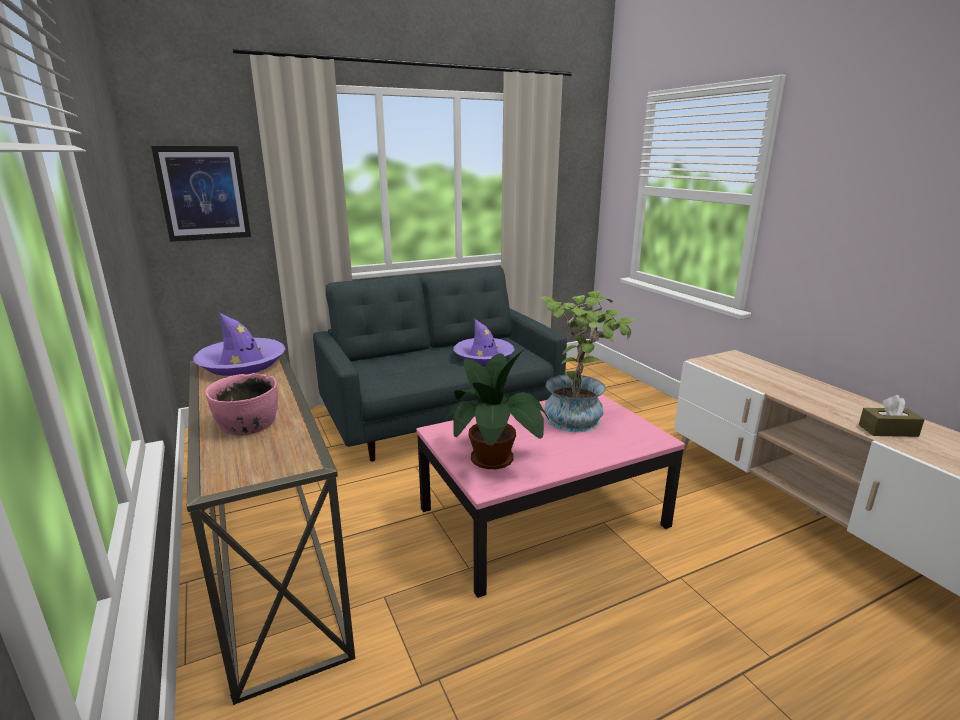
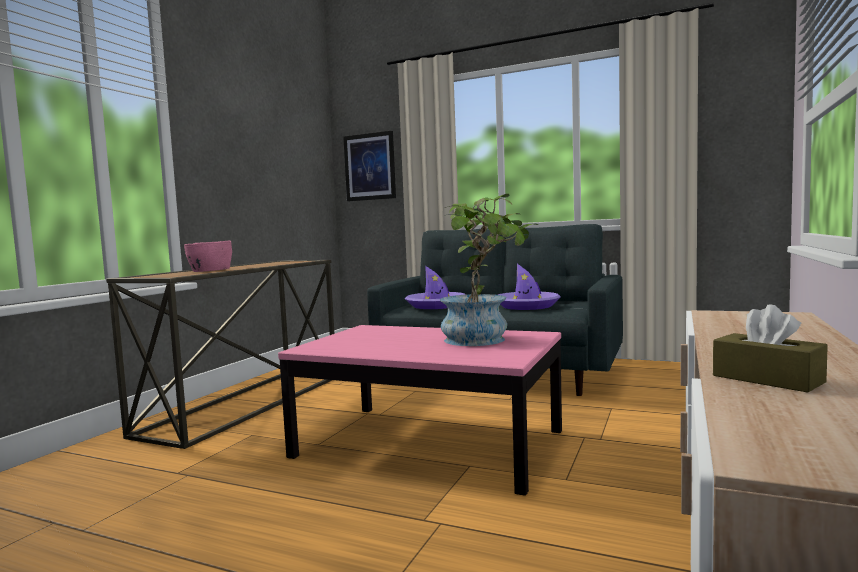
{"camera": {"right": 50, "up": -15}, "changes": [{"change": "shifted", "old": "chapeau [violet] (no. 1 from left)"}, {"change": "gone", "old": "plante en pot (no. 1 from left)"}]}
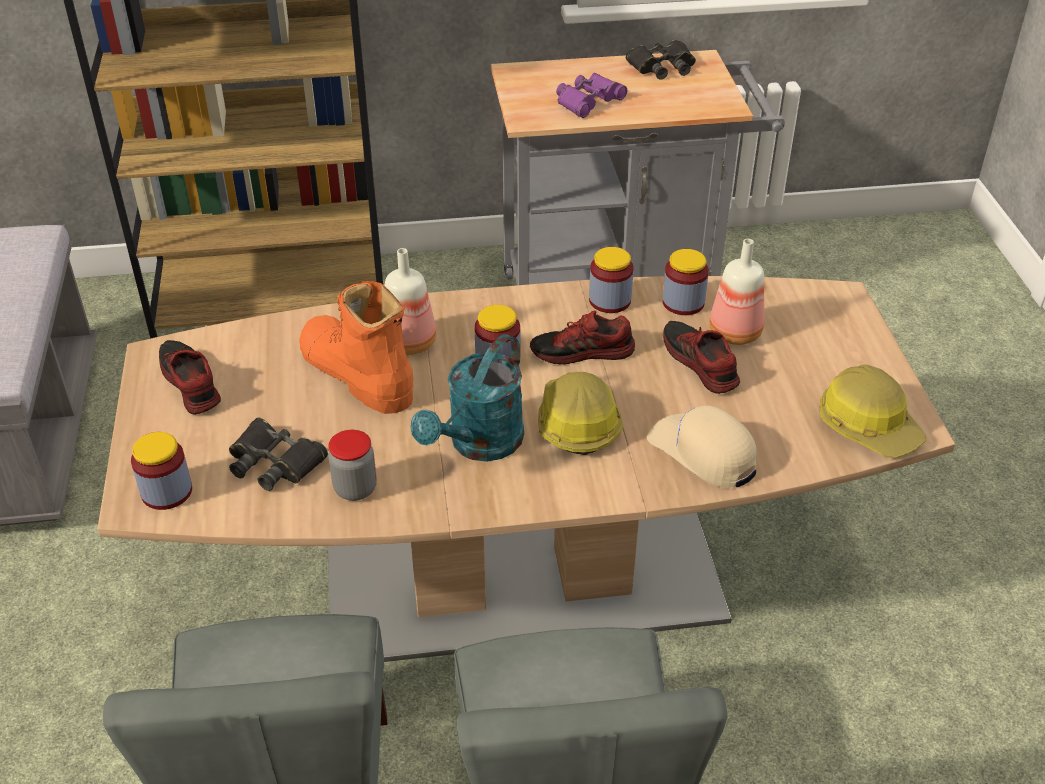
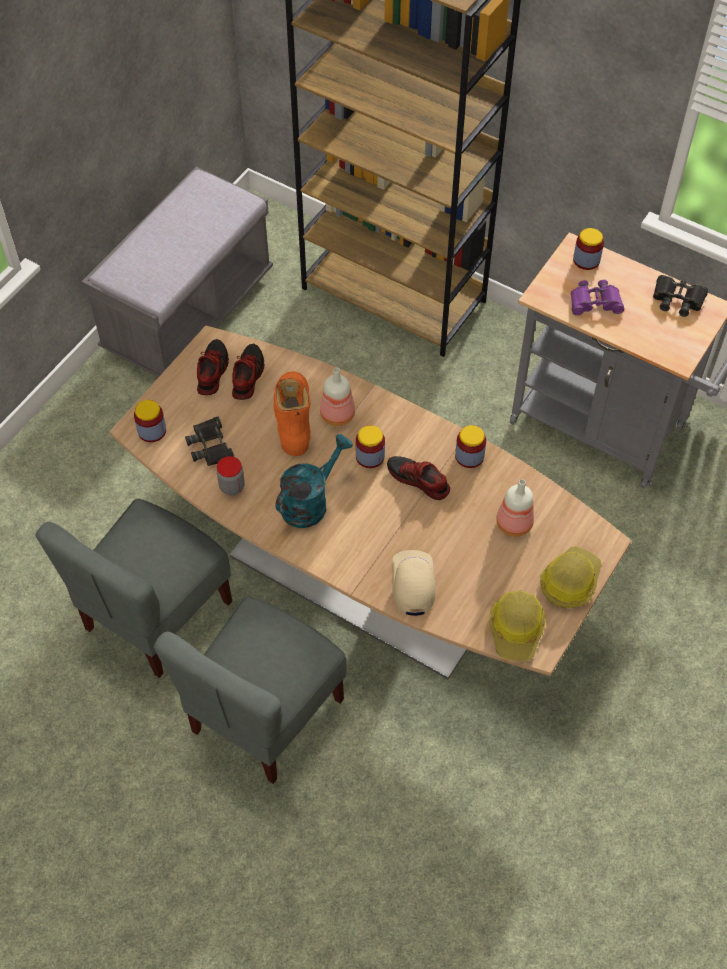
{"camera": {"right": 40, "up": 15}, "changes": [{"change": "shifted", "old": "bocal (no. 5 from left)"}, {"change": "shifted", "old": "chaussure (no. 3 from left in the first image)", "new": "chaussure (no. 2 from left)"}, {"change": "rotated", "old": "arrosoir [turquoise]", "degrees": 150}, {"change": "shifted", "old": "casque de chantier (no. 1 from left in the first image)", "new": "casque de chantier (no. 2 from left)"}]}
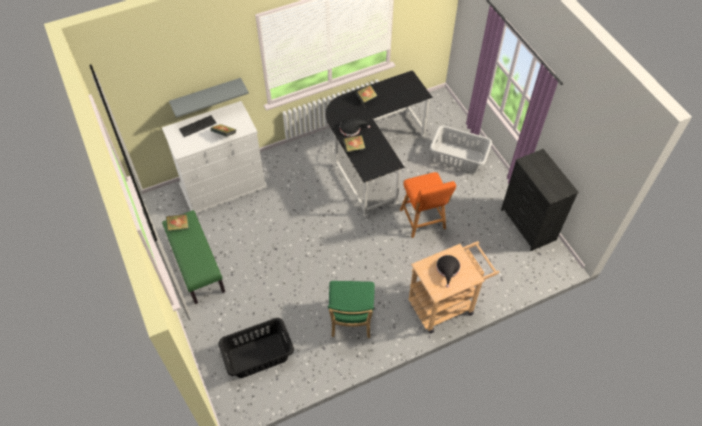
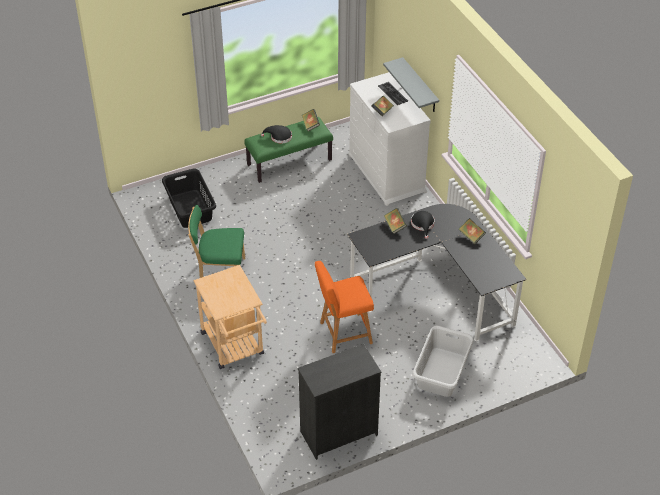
{"camera": {"right": 90, "up": -10}, "changes": [{"change": "shifted", "old": "chapeau [noir] (no. 2 from left in the first image)", "new": "chapeau [noir] (no. 1 from left)"}]}
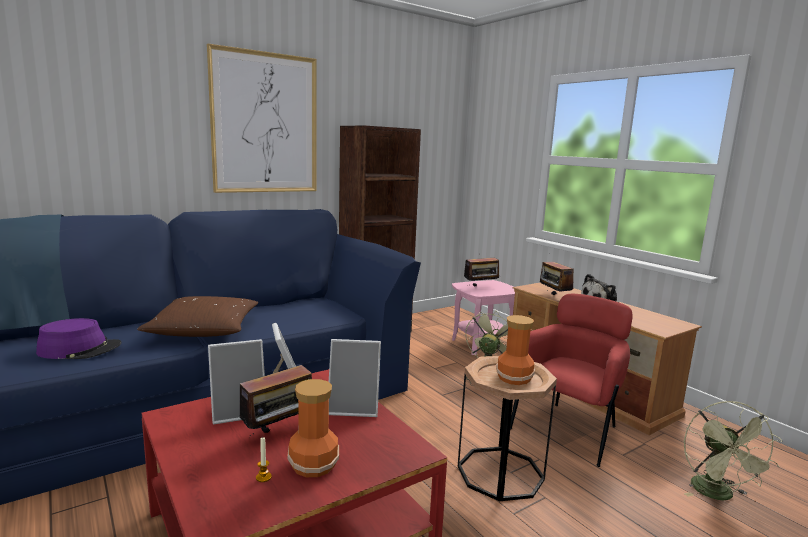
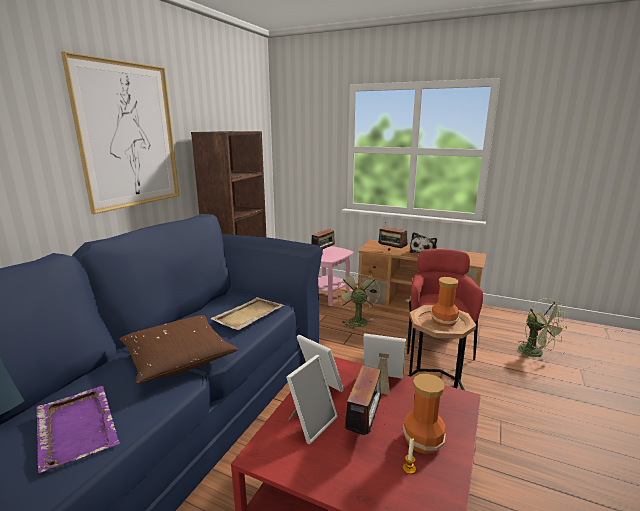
{"camera": {"right": -30, "up": 5}, "changes": [{"change": "swapped", "old": "chapeau [violet]", "new": "plateau [violet]"}, {"change": "rotated", "old": "cadre photo (no. 3 from left)", "degrees": -135}, {"change": "new", "new": "plateau [beige]"}]}
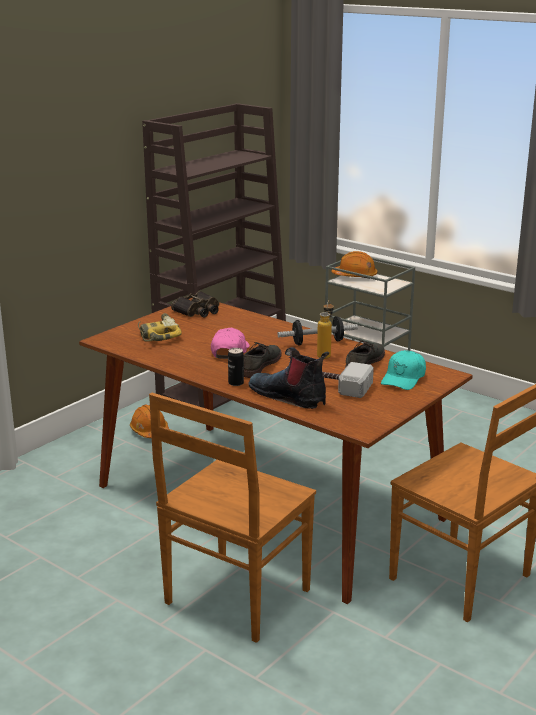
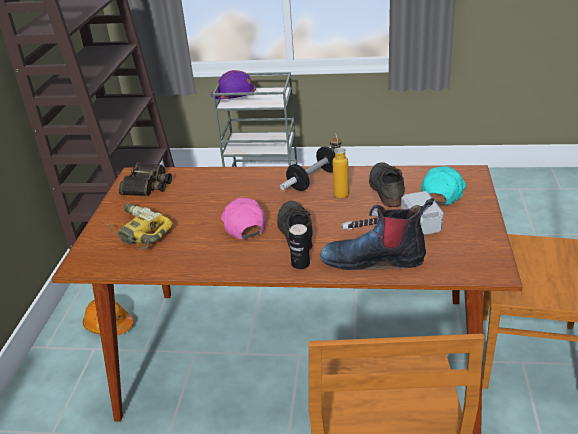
{"camera": {"right": -30, "up": 10}, "changes": [{"change": "repainted", "old": "casque de chantier [orange] (no. 2 from left)", "new": "casque de chantier [violet]"}, {"change": "rotated", "old": "casquette [turquoise]", "degrees": -150}]}
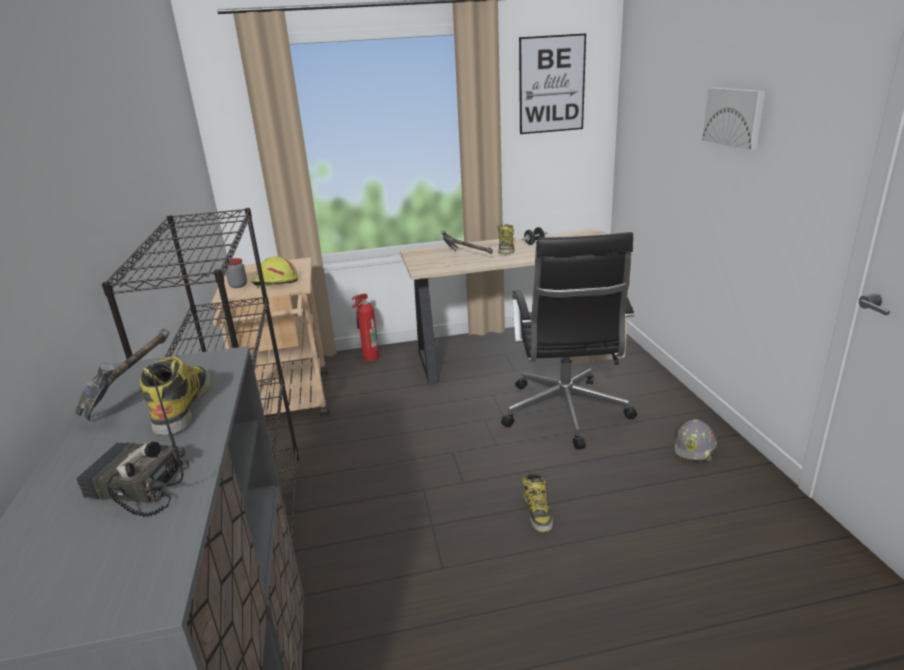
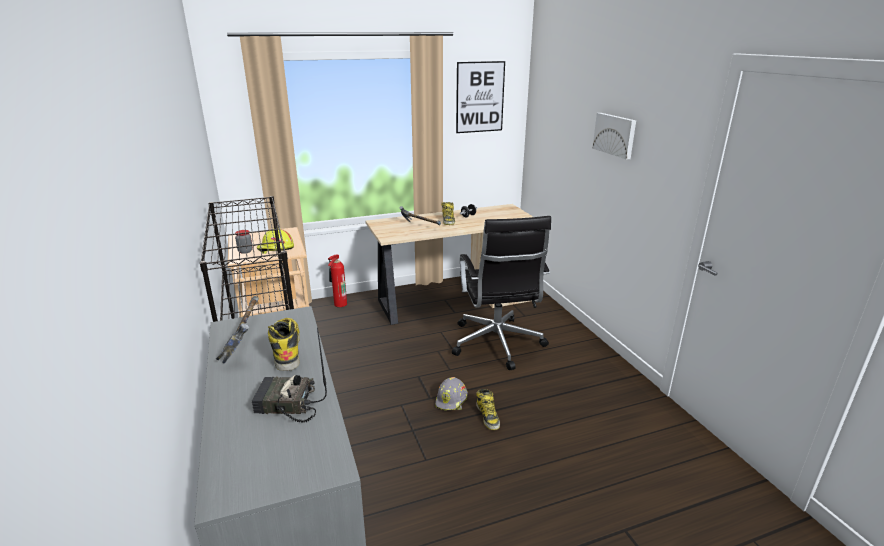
{"camera": {"right": -10, "up": 0}, "changes": [{"change": "shifted", "old": "casque de chantier [gris]"}]}
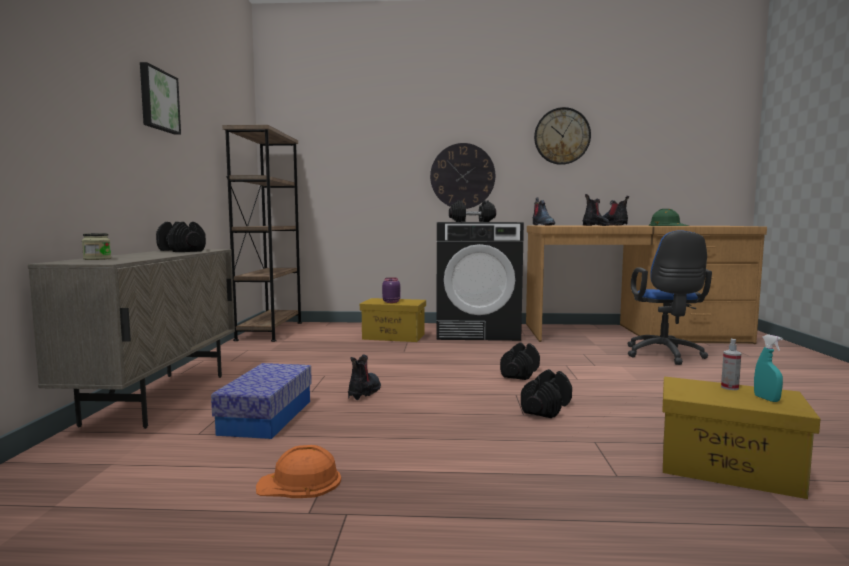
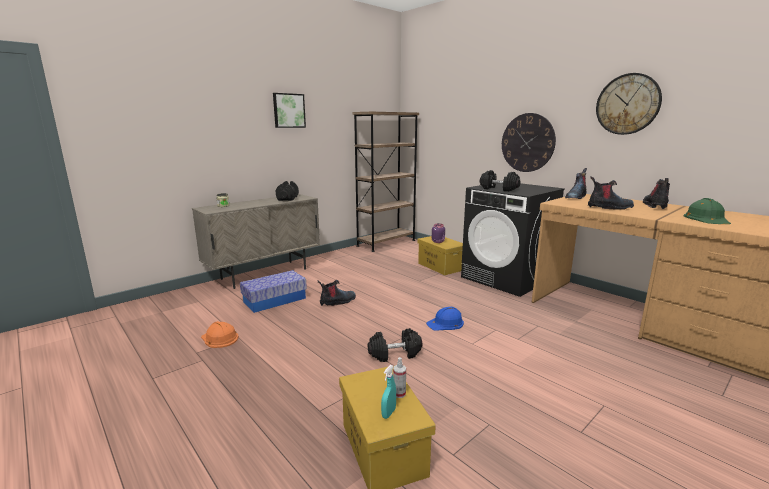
{"camera": {"right": 45, "up": 10}, "changes": [{"change": "gone", "old": "chaise de bureau [bleu]"}, {"change": "swapped", "old": "haltère [noir] (no. 3 from left)", "new": "casque de chantier [bleu]"}]}
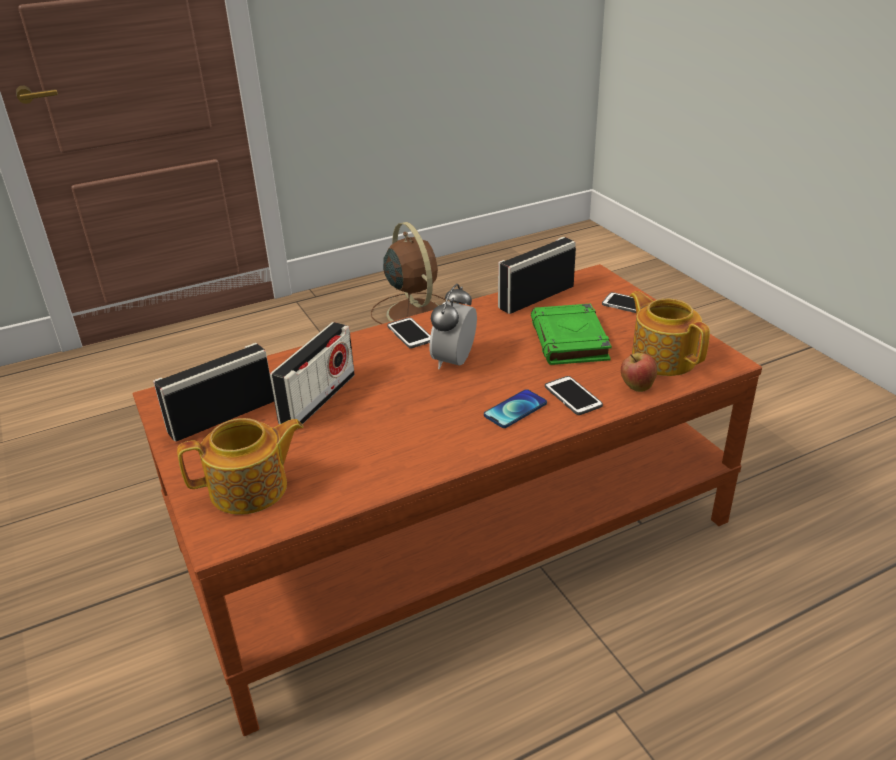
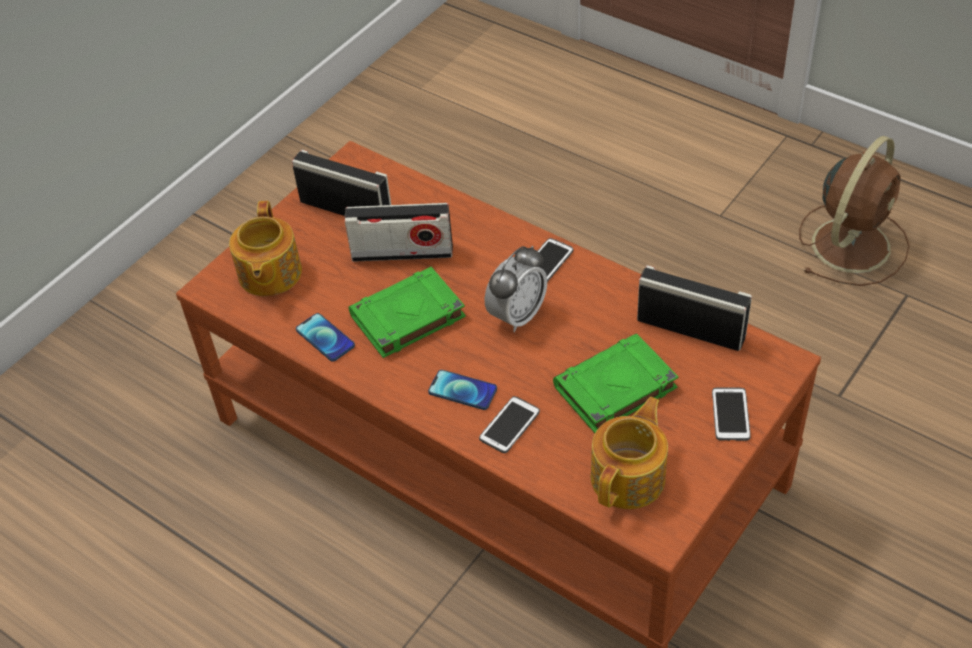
{"camera": {"right": 65, "up": 15}, "changes": [{"change": "rotated", "old": "réveil", "degrees": 135}, {"change": "gone", "old": "pomme"}, {"change": "rotated", "old": "théière (no. 1 from left)", "degrees": 45}, {"change": "new", "new": "livre [vert] (no. 1 from left)"}, {"change": "new", "new": "téléphone (no. 1 from left)"}]}
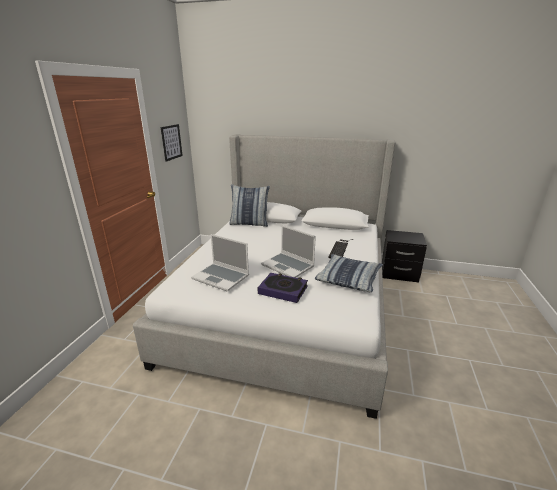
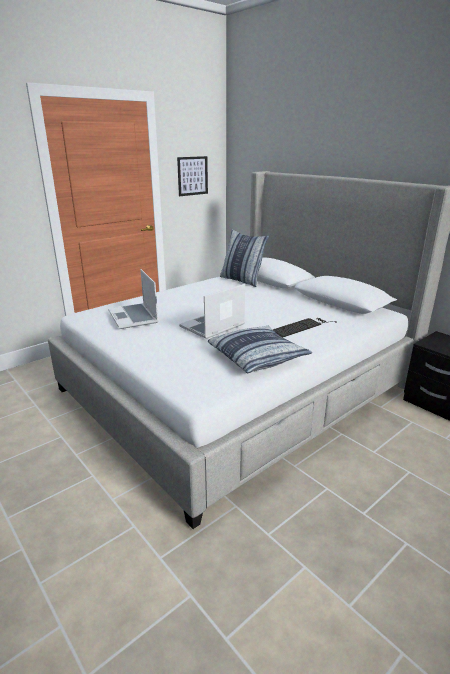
{"camera": {"right": 35, "up": 0}, "changes": [{"change": "rotated", "old": "ordinateur portable (no. 2 from left)", "degrees": 60}, {"change": "gone", "old": "livre"}]}
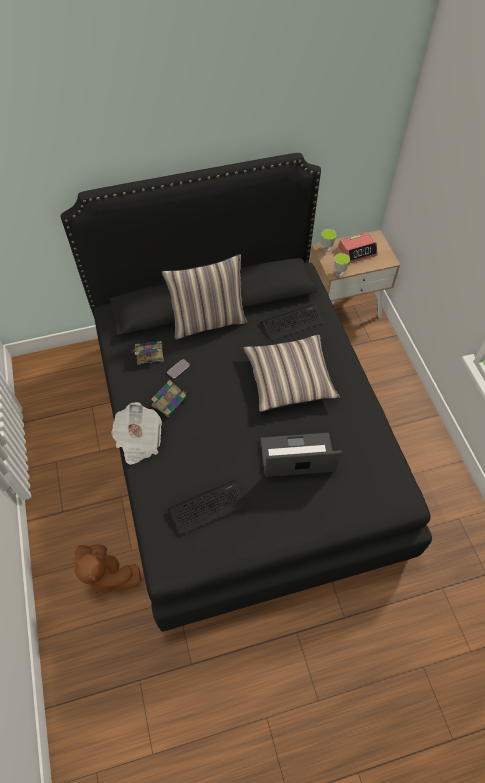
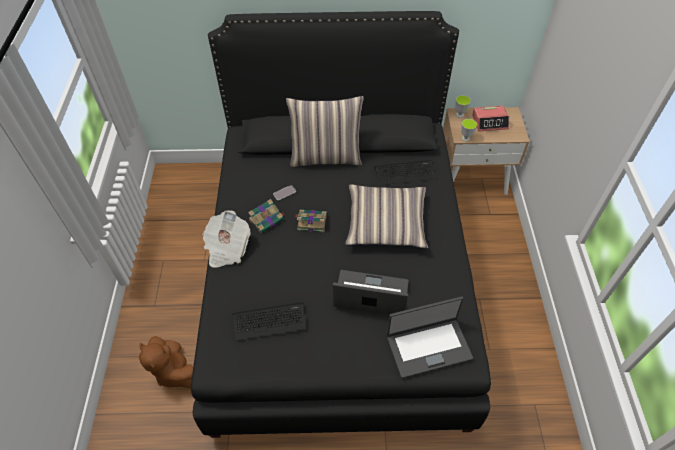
{"camera": {"right": 15, "up": -5}, "changes": [{"change": "shifted", "old": "livre (no. 1 from left in the first image)", "new": "livre (no. 2 from left)"}, {"change": "new", "new": "ordinateur portable (no. 2 from left)"}]}
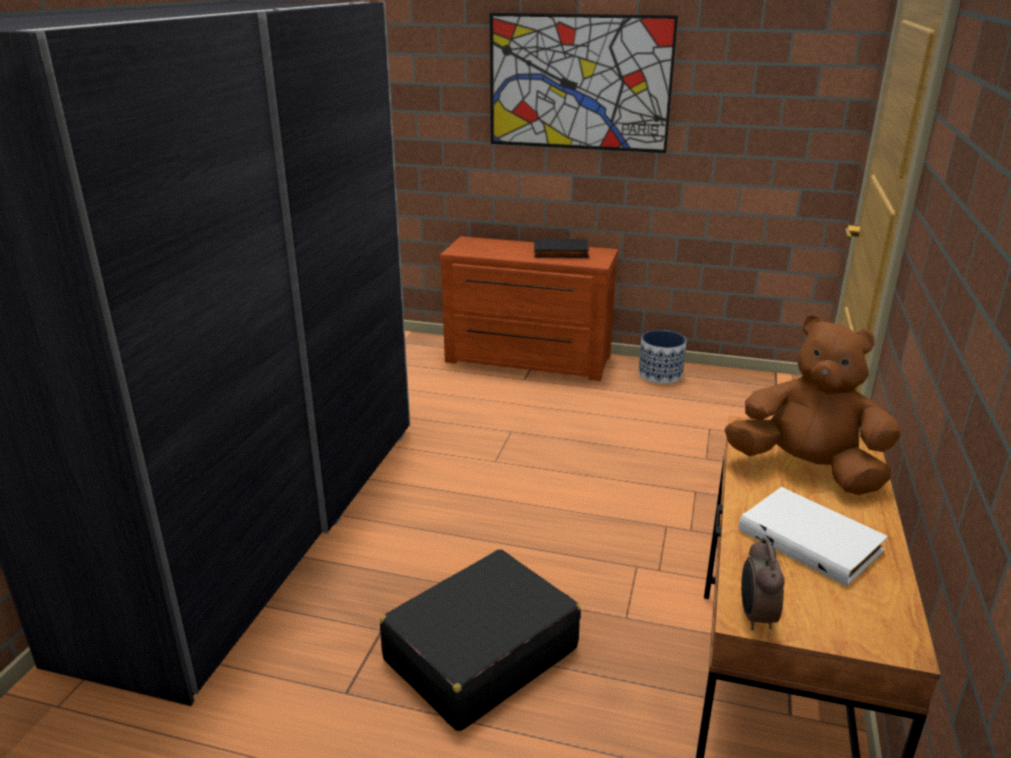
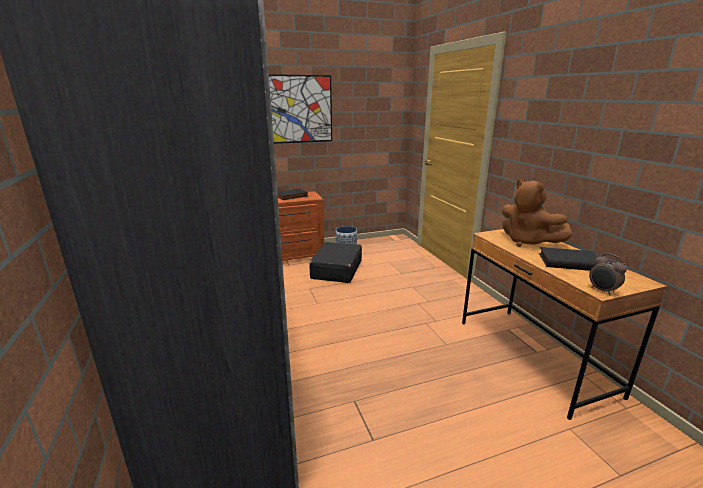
{"camera": {"right": -35, "up": -5}, "changes": [{"change": "rotated", "old": "peluche [marron]", "degrees": -120}, {"change": "repainted", "old": "livre [blanc]", "new": "livre [noir] (no. 2 from left)"}, {"change": "shifted", "old": "valise [noir]"}]}
